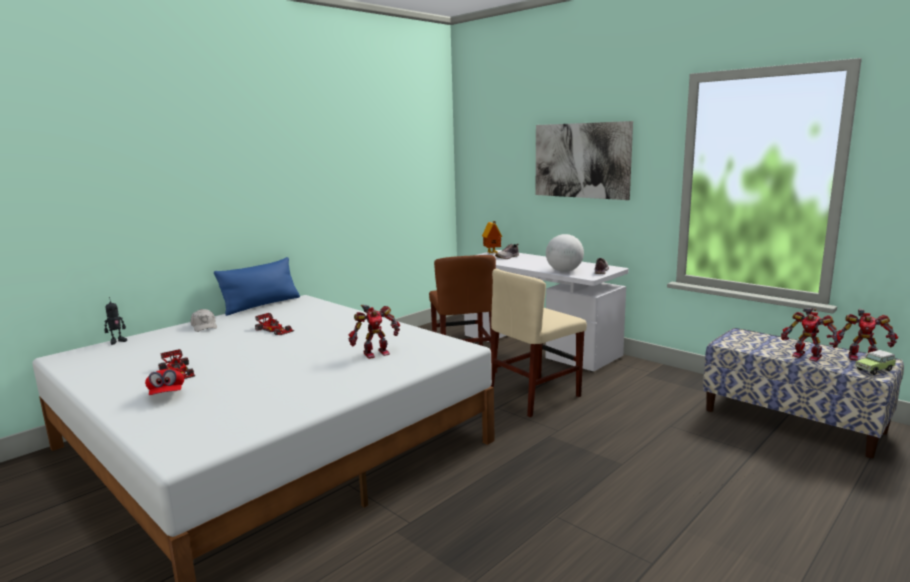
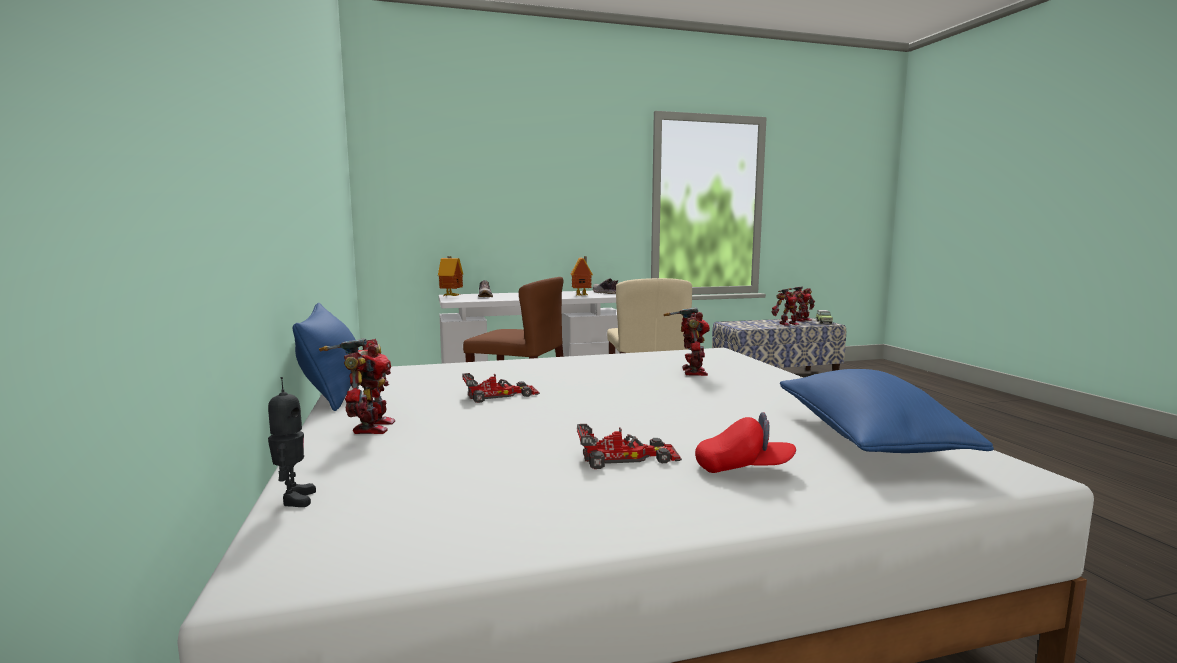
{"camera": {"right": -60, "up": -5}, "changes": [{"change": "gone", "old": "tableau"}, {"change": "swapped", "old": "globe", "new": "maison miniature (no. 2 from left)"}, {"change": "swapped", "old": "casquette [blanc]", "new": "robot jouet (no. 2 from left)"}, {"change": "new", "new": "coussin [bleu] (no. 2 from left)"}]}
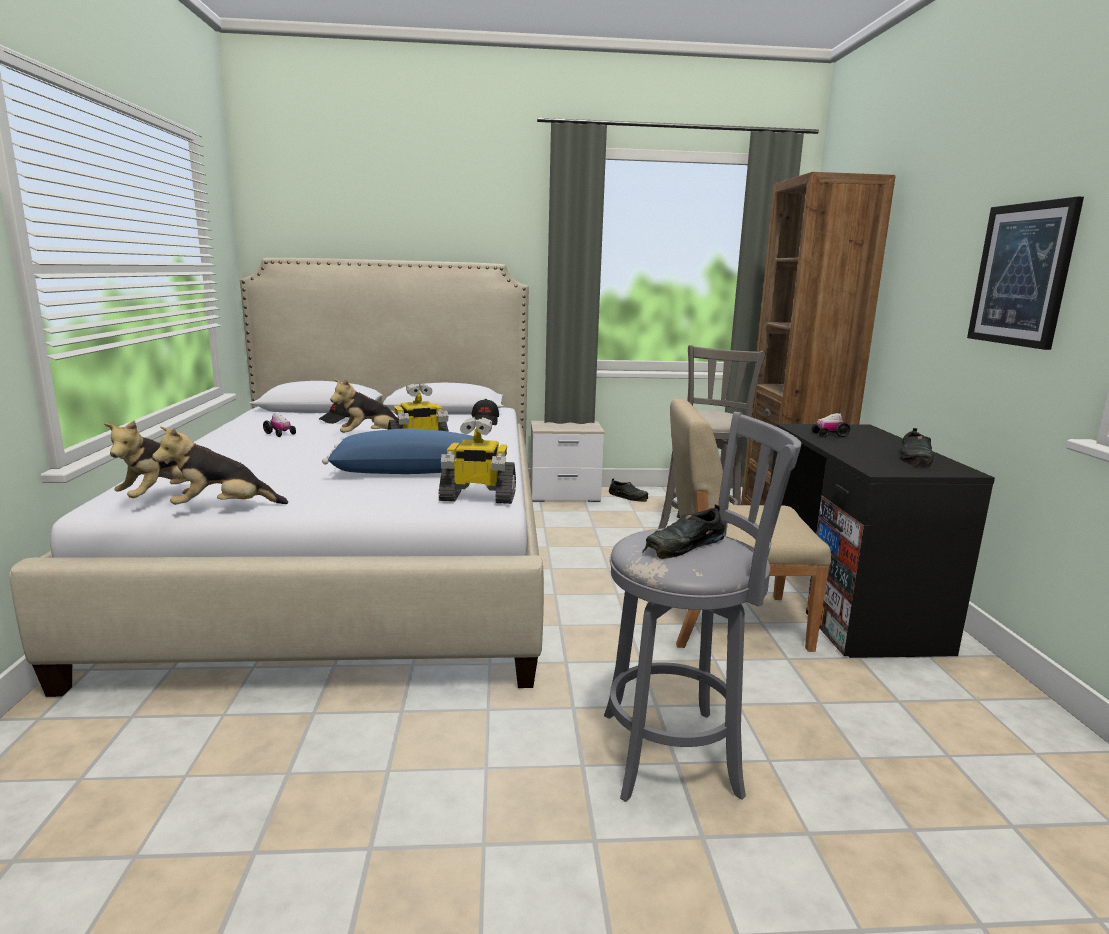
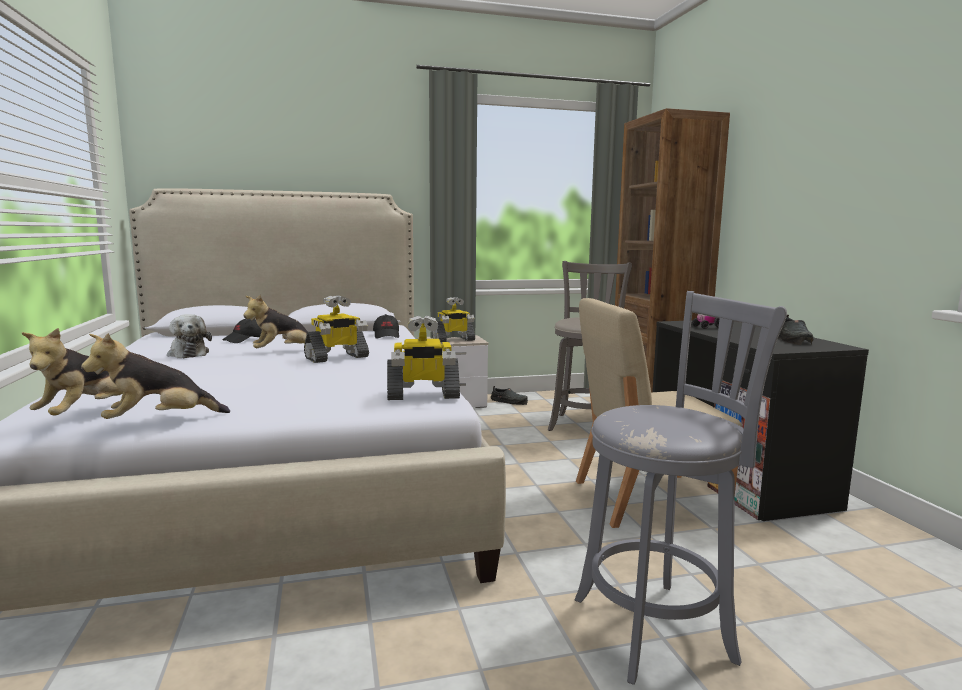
{"camera": {"right": -10, "up": -5}, "changes": [{"change": "gone", "old": "tableau"}, {"change": "swapped", "old": "petite voiture (no. 1 from left)", "new": "peluche (no. 3 from left)"}, {"change": "gone", "old": "coussin [bleu]"}, {"change": "gone", "old": "chaussure [noir] (no. 2 from left)"}, {"change": "new", "new": "robot jouet (no. 3 from left)"}]}
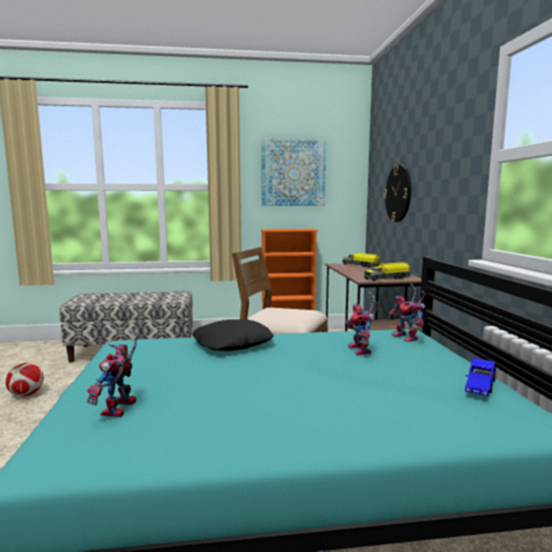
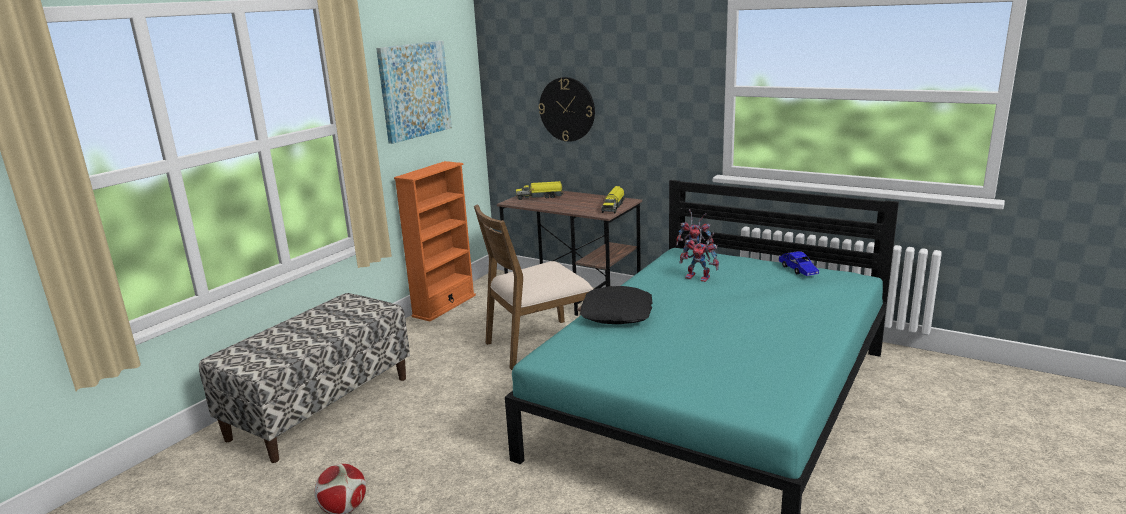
{"camera": {"right": -50, "up": 10}, "changes": [{"change": "gone", "old": "robot jouet (no. 1 from left)"}]}
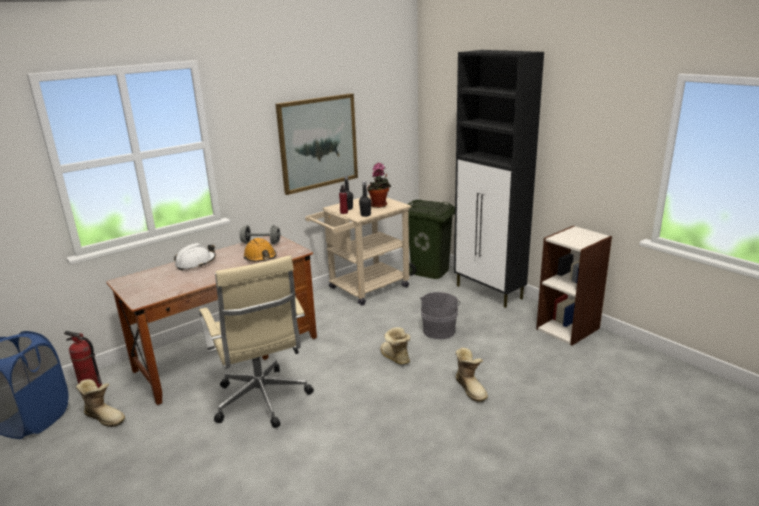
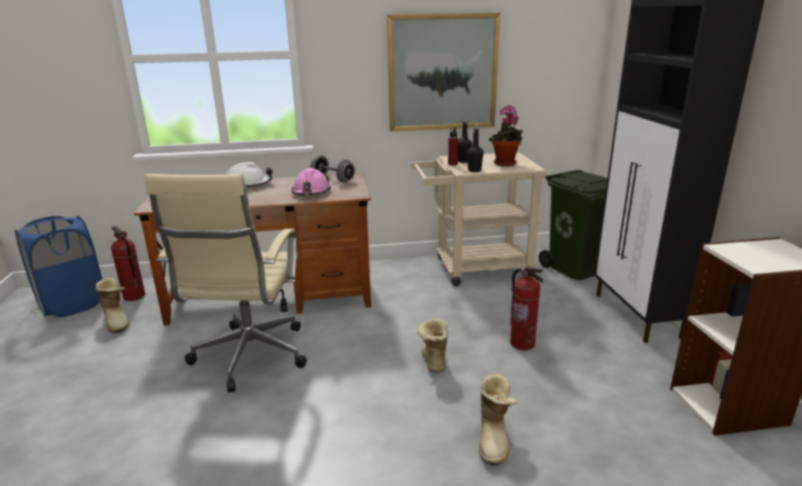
{"camera": {"right": 30, "up": 0}, "changes": [{"change": "repainted", "old": "casque de chantier [orange]", "new": "casque de chantier [rose]"}, {"change": "swapped", "old": "seau [gris]", "new": "extincteur (no. 2 from left)"}]}
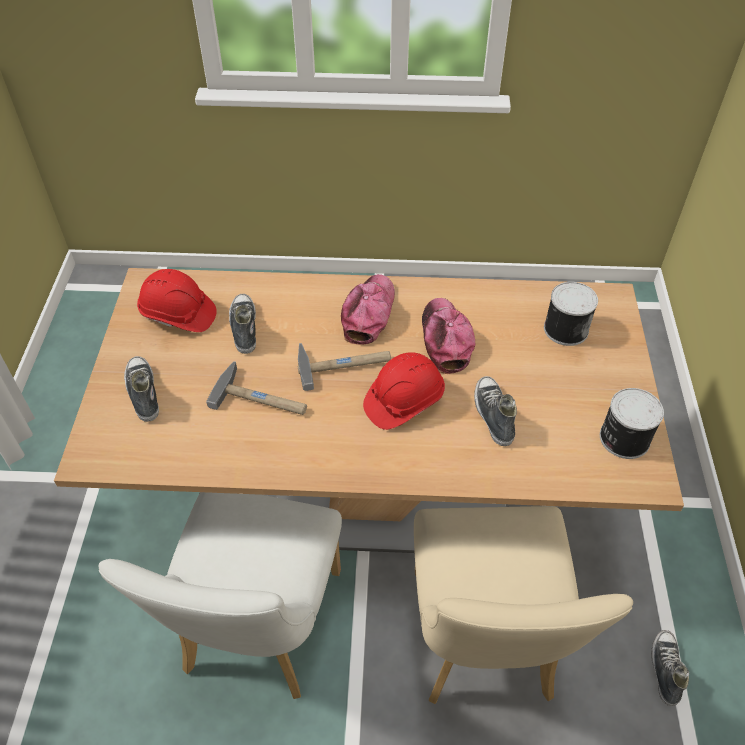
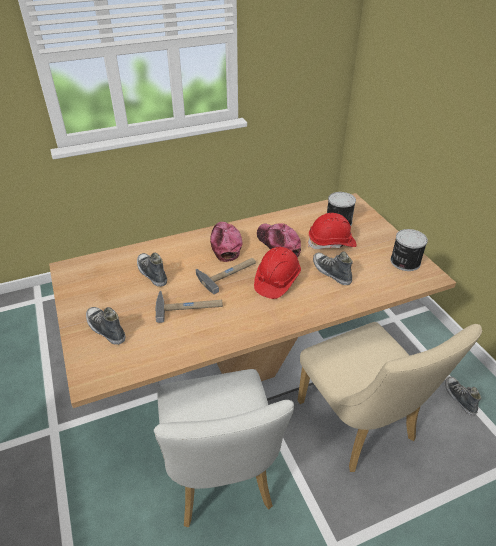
{"camera": {"right": -25, "up": -10}, "changes": [{"change": "shifted", "old": "casque de chantier [rouge] (no. 1 from left in the first image)", "new": "casque de chantier [rouge] (no. 2 from left)"}]}
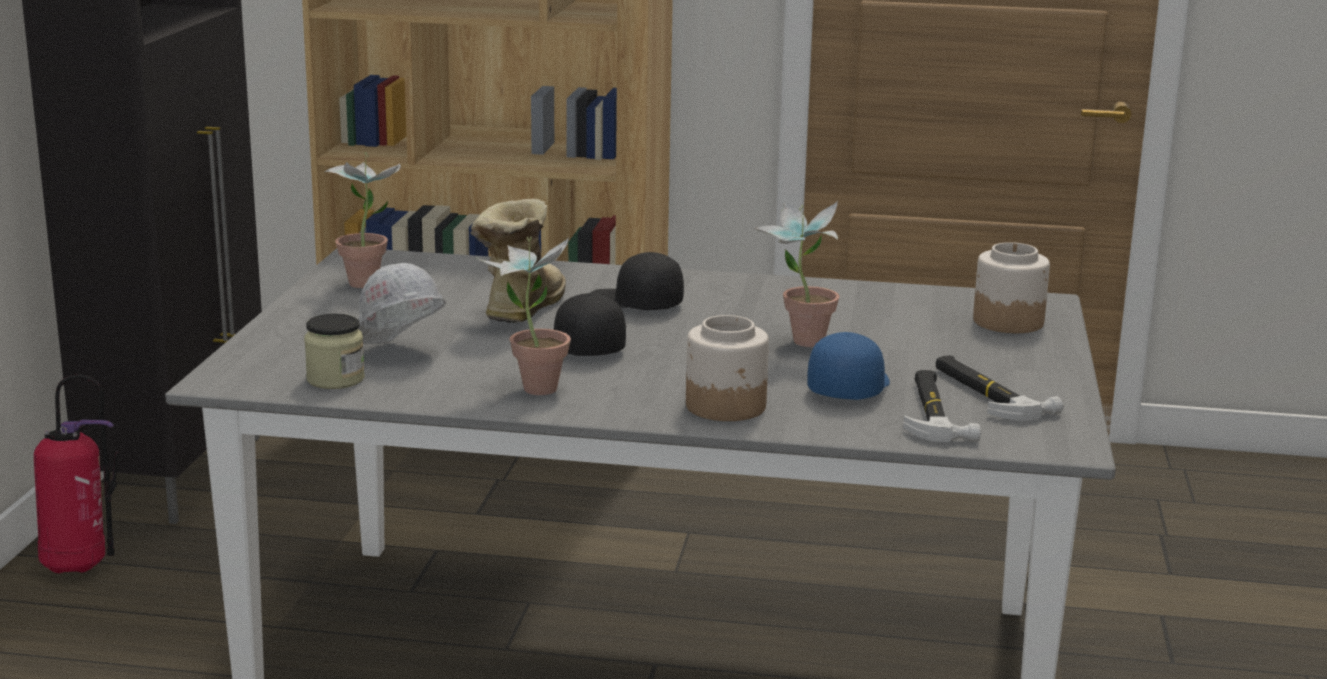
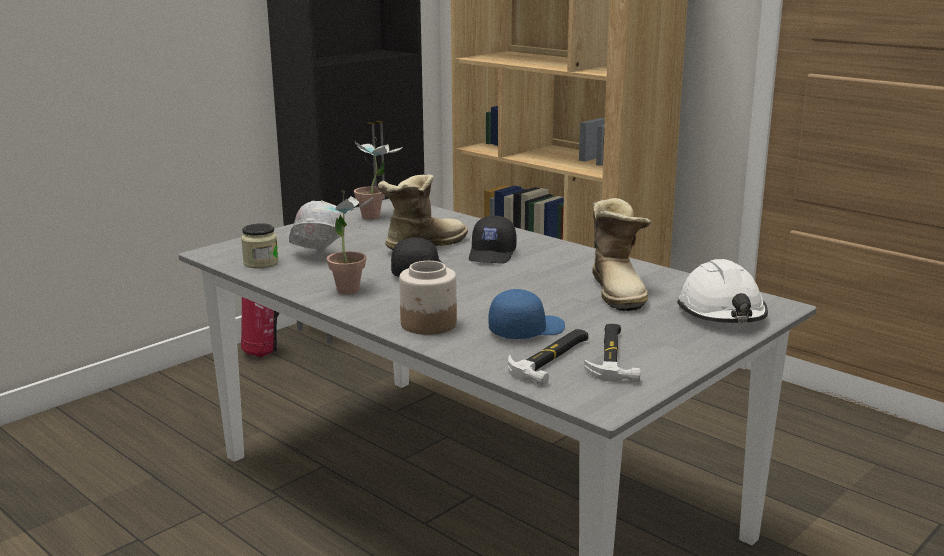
{"camera": {"right": 35, "up": 0}, "changes": [{"change": "gone", "old": "plante en pot (no. 3 from left)"}, {"change": "swapped", "old": "bocal (no. 3 from left)", "new": "casque de chantier [blanc] (no. 2 from left)"}, {"change": "rotated", "old": "casquette [noir] (no. 2 from left)", "degrees": -135}, {"change": "new", "new": "botte (no. 2 from left)"}]}
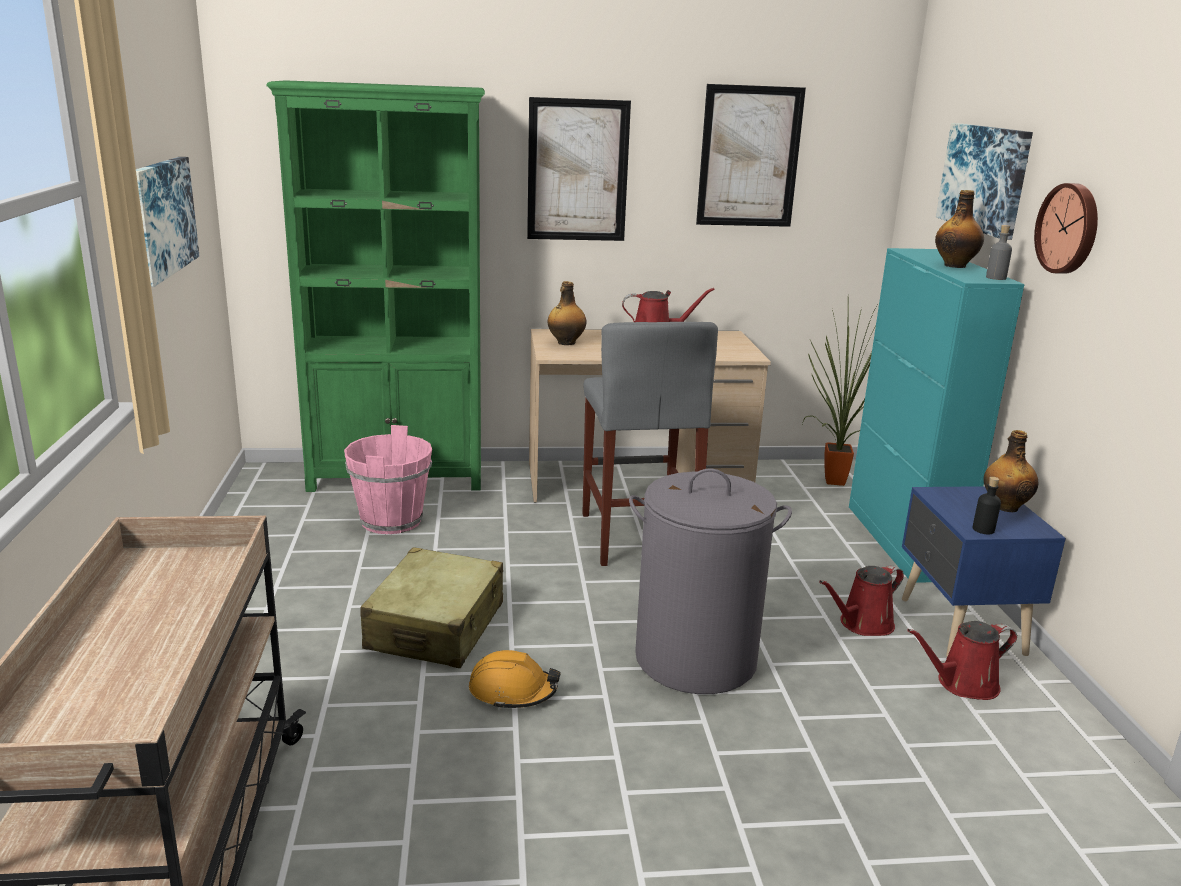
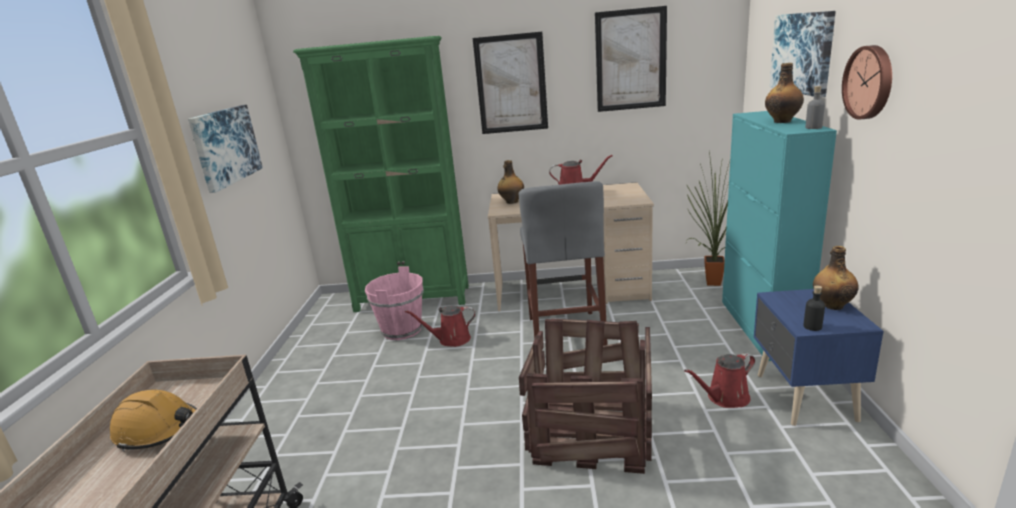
{"camera": {"right": 10, "up": 0}, "changes": [{"change": "swapped", "old": "panier à linge [gris]", "new": "caisse"}, {"change": "gone", "old": "valise [beige]"}, {"change": "shifted", "old": "arrosoir [rouge] (no. 3 from left in the first image)", "new": "arrosoir [rouge] (no. 1 from left)"}, {"change": "shifted", "old": "casque de chantier [orange]"}]}
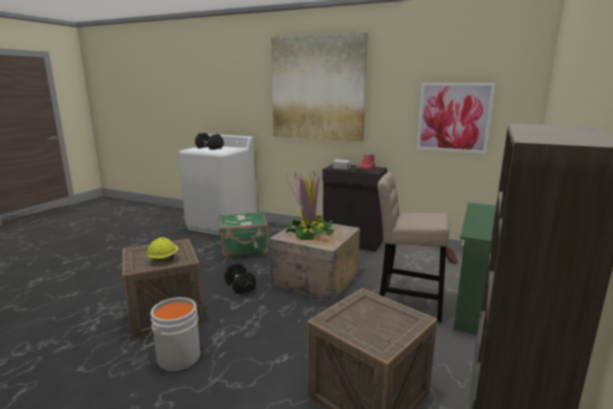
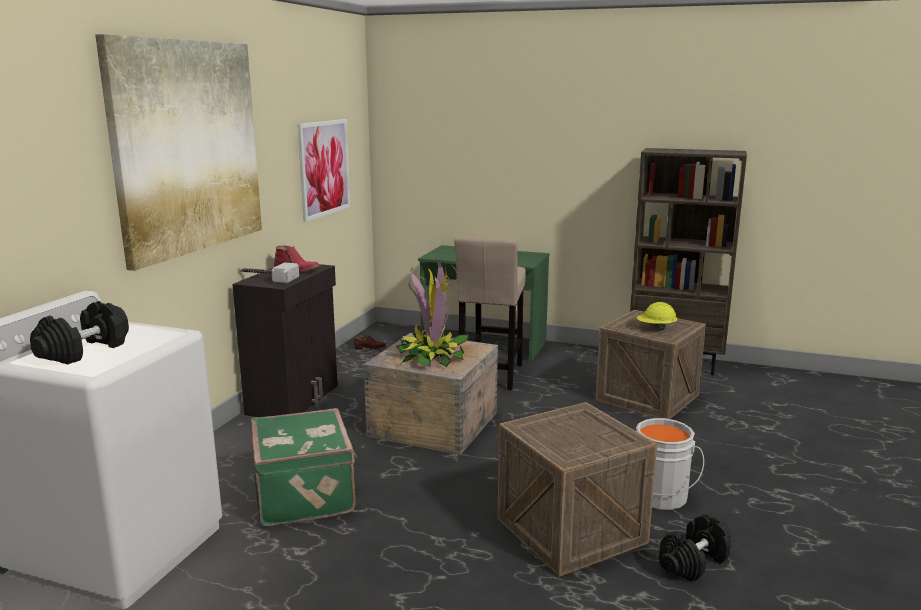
{"camera": {"right": -95, "up": 0}, "changes": [{"change": "shifted", "old": "casque de chantier [jaune]"}, {"change": "shifted", "old": "haltère [noir] (no. 2 from left)"}]}
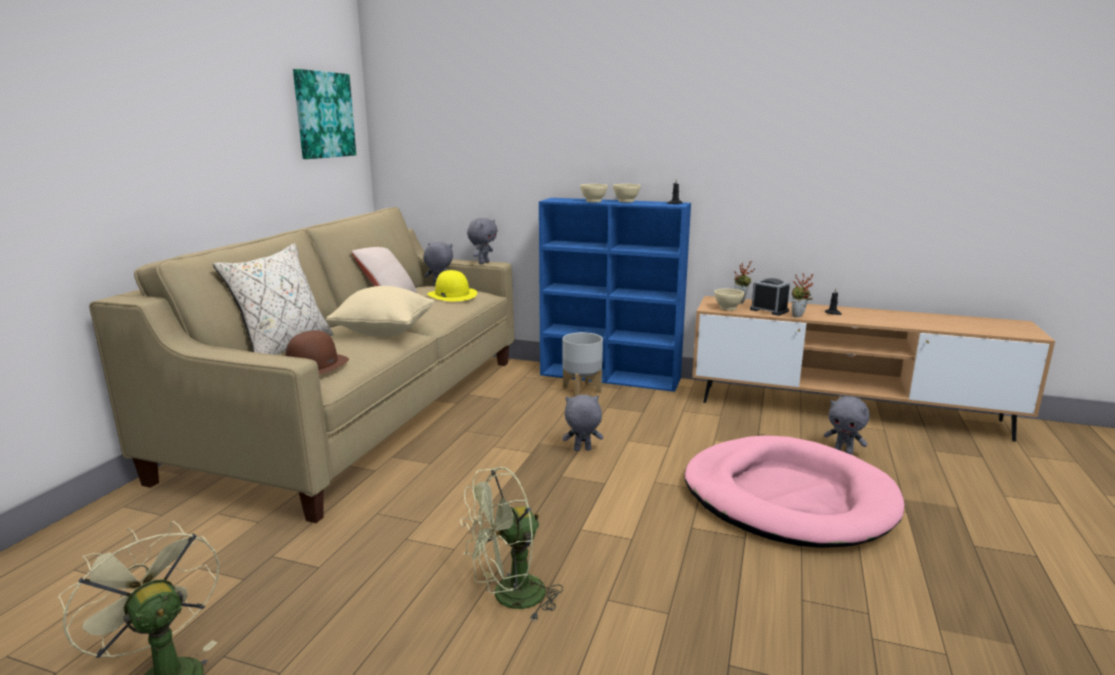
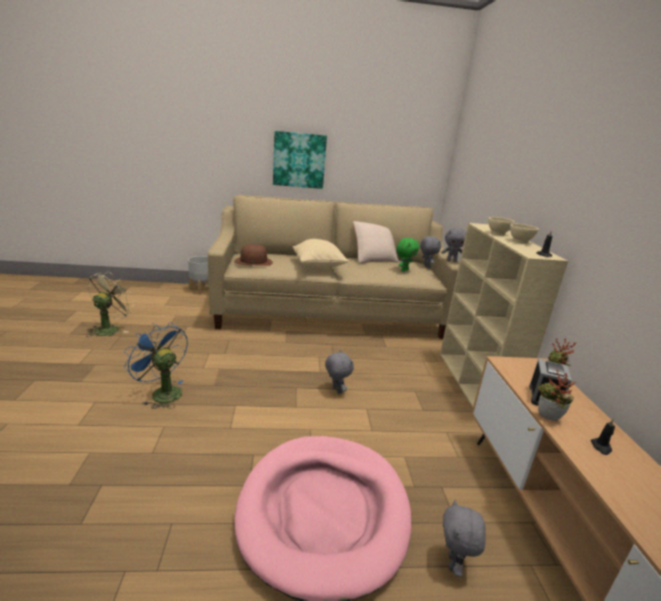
{"camera": {"right": 65, "up": 5}, "changes": [{"change": "shifted", "old": "tableau"}, {"change": "repainted", "old": "bibliothèque [bleu]", "new": "bibliothèque [beige]"}, {"change": "gone", "old": "coussin [beige] (no. 1 from left)"}, {"change": "swapped", "old": "chapeau [jaune]", "new": "peluche [vert]"}, {"change": "gone", "old": "bol [beige] (no. 3 from left)"}, {"change": "shifted", "old": "cache-pot [gris]"}, {"change": "repainted", "old": "ventilateur [vert]", "new": "ventilateur [bleu]"}]}
